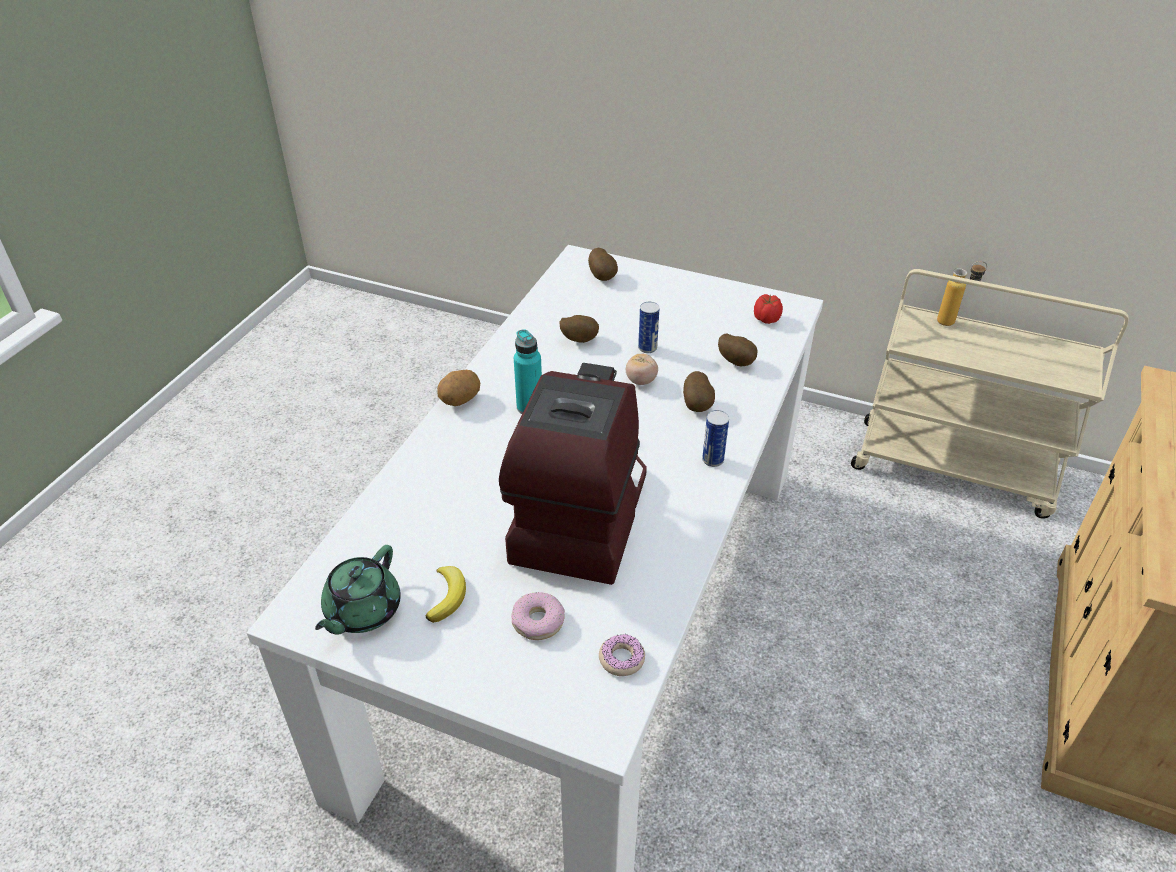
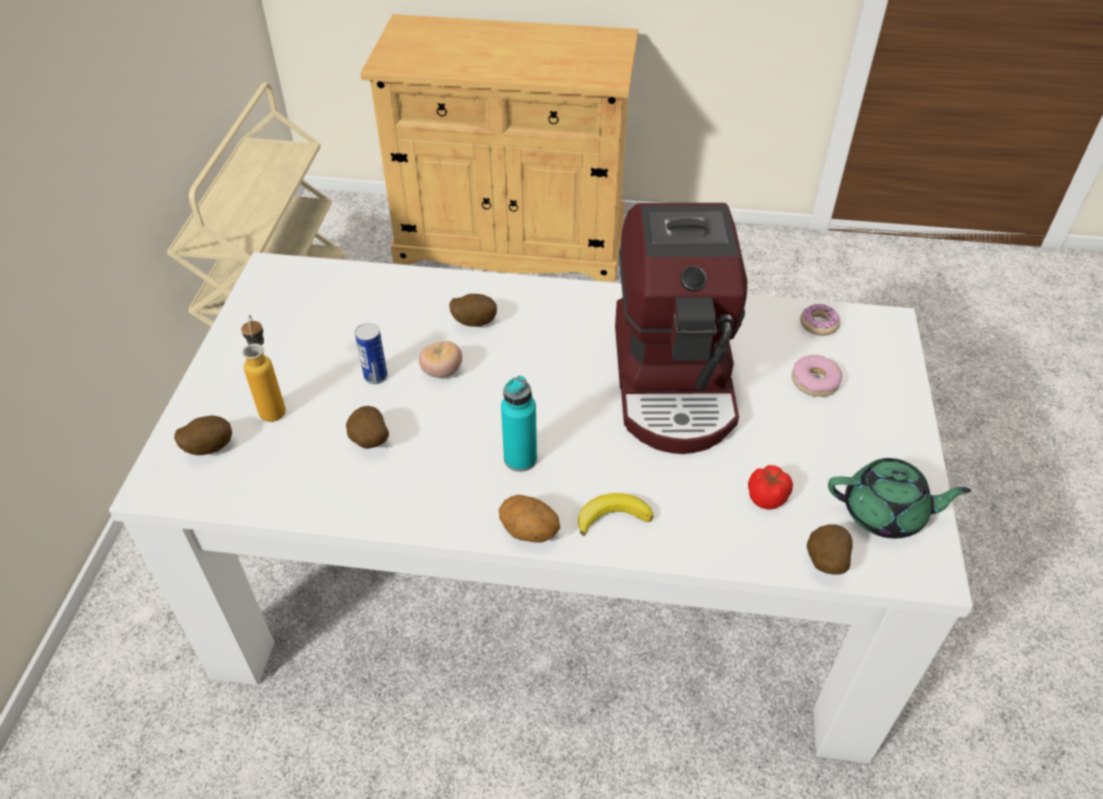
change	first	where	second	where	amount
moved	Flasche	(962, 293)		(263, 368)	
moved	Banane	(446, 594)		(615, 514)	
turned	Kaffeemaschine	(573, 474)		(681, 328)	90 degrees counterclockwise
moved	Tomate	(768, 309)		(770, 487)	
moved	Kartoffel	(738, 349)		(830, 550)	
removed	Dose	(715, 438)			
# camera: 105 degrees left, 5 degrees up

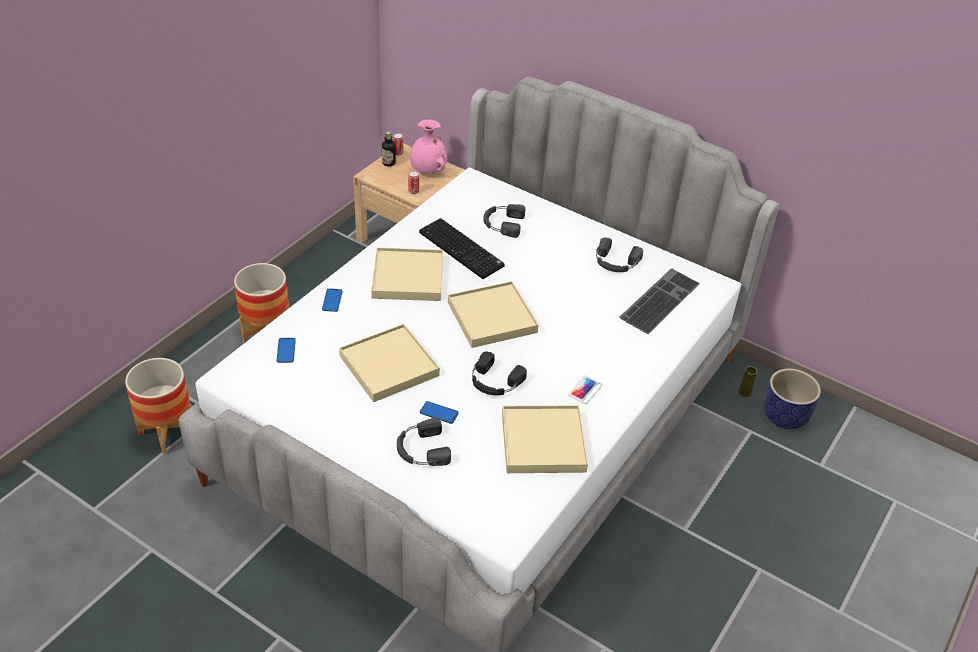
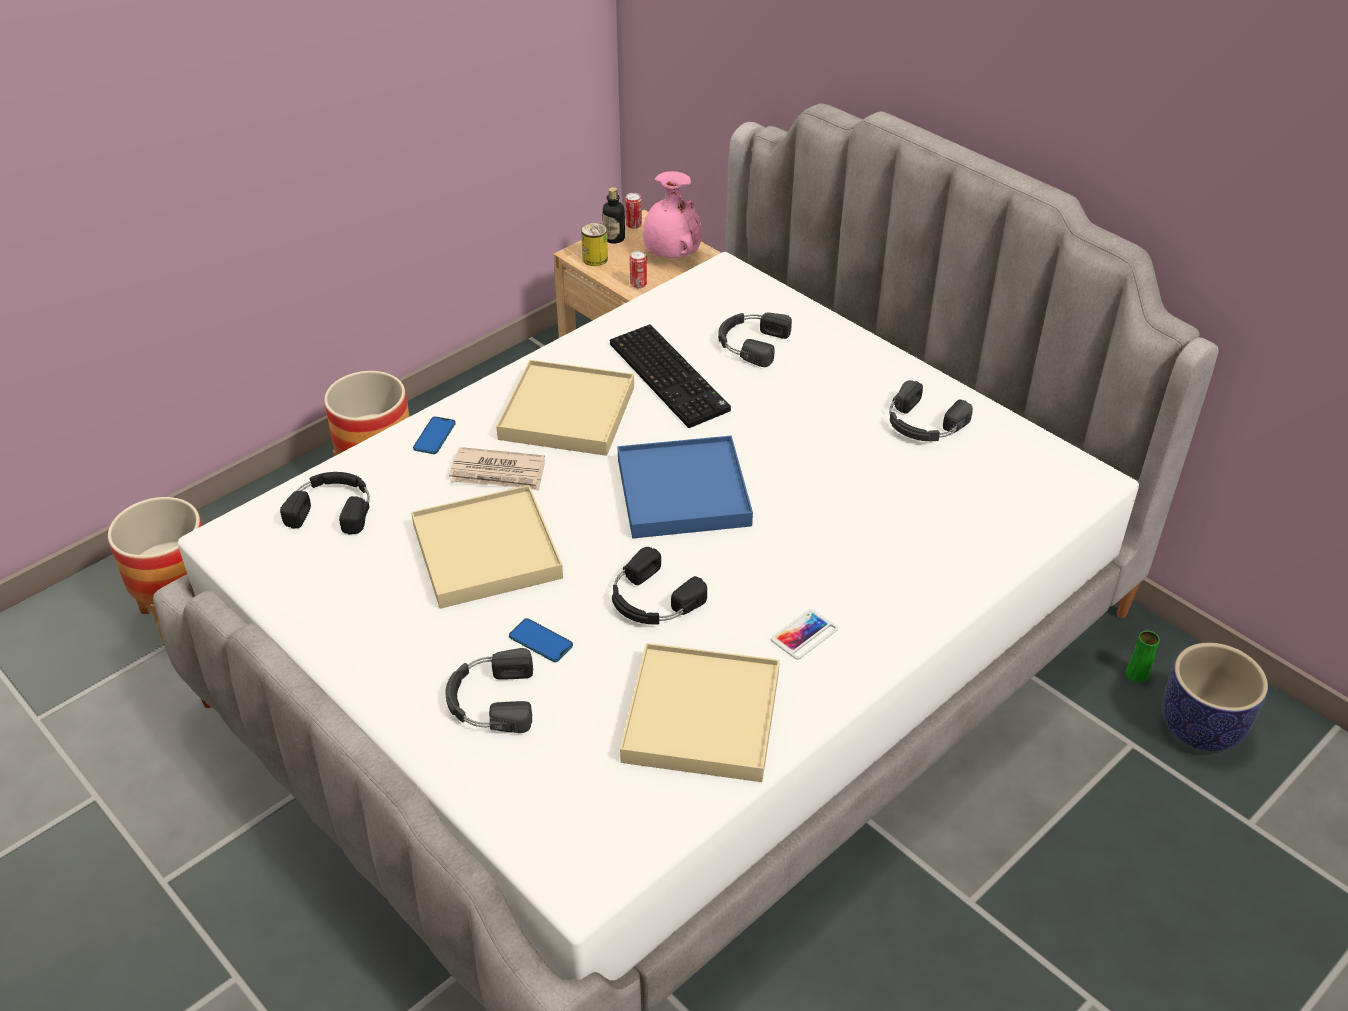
change	first	where	second	where	amount
replaced	Handy	(286, 350)	Kopfhörer [schwarz]	(325, 503)	
added			Zeitung	(497, 468)	
added			Dose	(594, 244)	
recoloured	Tablett [beige]	(493, 314)	Tablett [blau]	(685, 487)	
recoloured	Vase [gelb]	(747, 382)	Vase [grün]	(1143, 657)	
removed	Tastatur	(659, 301)			
# camera: 15 degrees right, 0 degrees up

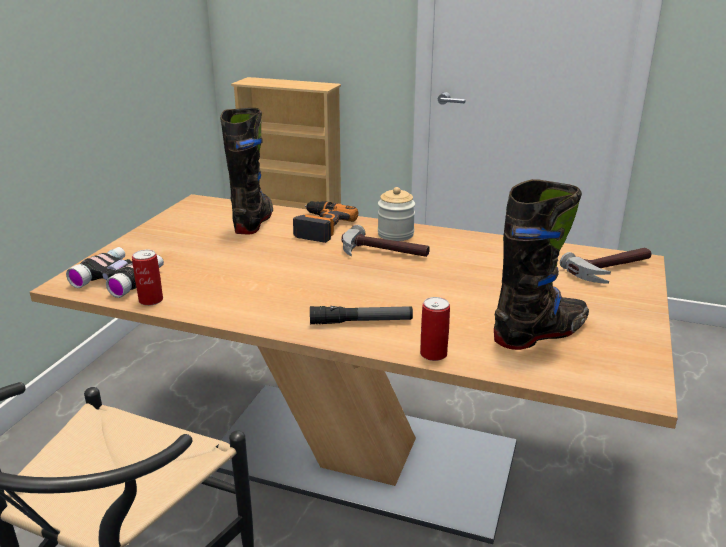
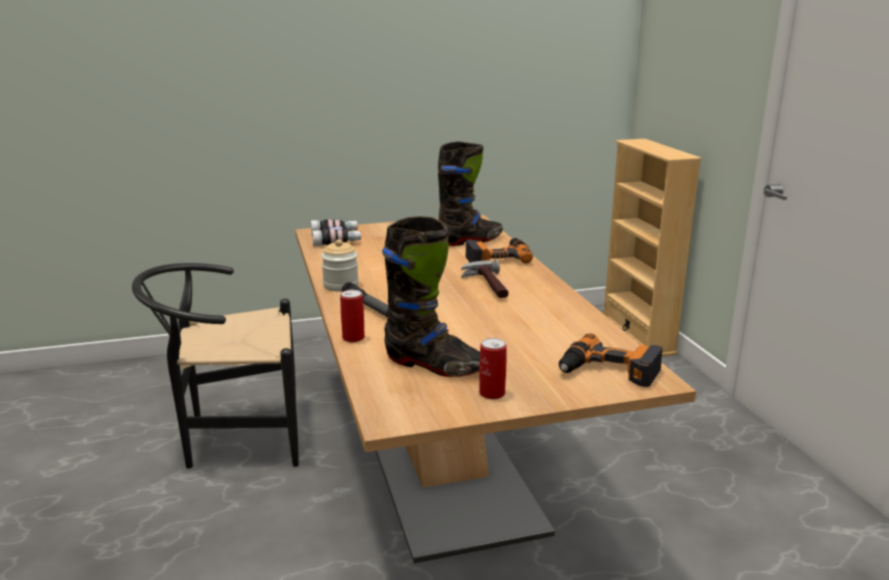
change	first	where	second	where	amount
moved	Vorratsglas	(396, 214)		(340, 265)	
moved	Dose	(147, 278)		(493, 368)	
replaced	Hammer	(605, 266)	Bohrmaschine	(610, 360)	
# camera: 55 degrees right, 5 degrees down

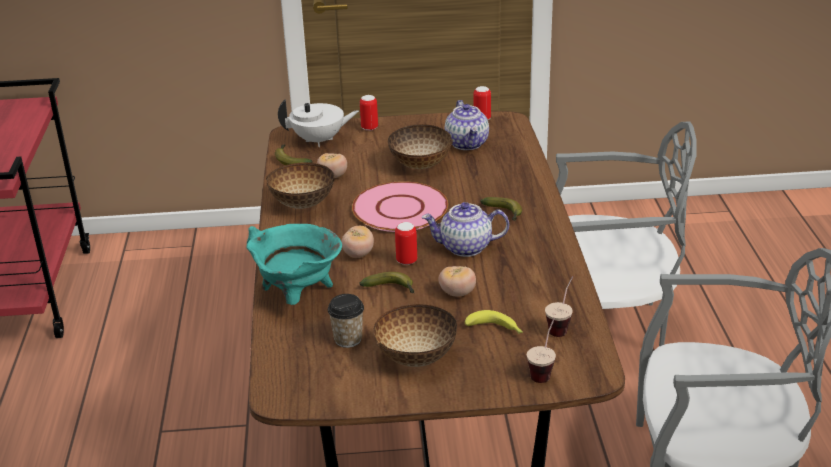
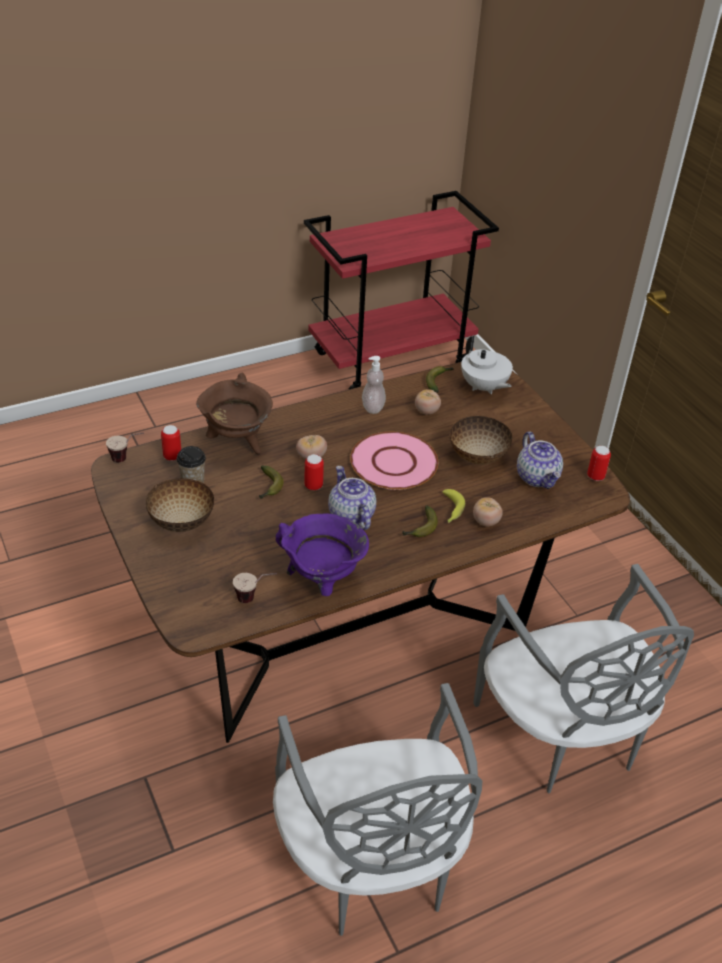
change	first	where	second	where	amount
moved	Tasse	(541, 350)		(125, 447)	
moved	Dose	(369, 113)		(171, 443)	
recoloured	Kochtopf [türkis]	(294, 264)	Kochtopf [braun]	(234, 413)	
added			Kochtopf [lila]	(322, 554)	
replaced	Schüssel	(300, 185)	Seifenspender	(374, 385)	
moved	Banane	(494, 322)		(453, 506)	
moved	Tomate	(457, 281)		(488, 512)	
turned	Teekanne	(467, 125)		(540, 460)	75 degrees counterclockwise
# camera: 65 degrees right, 10 degrees up

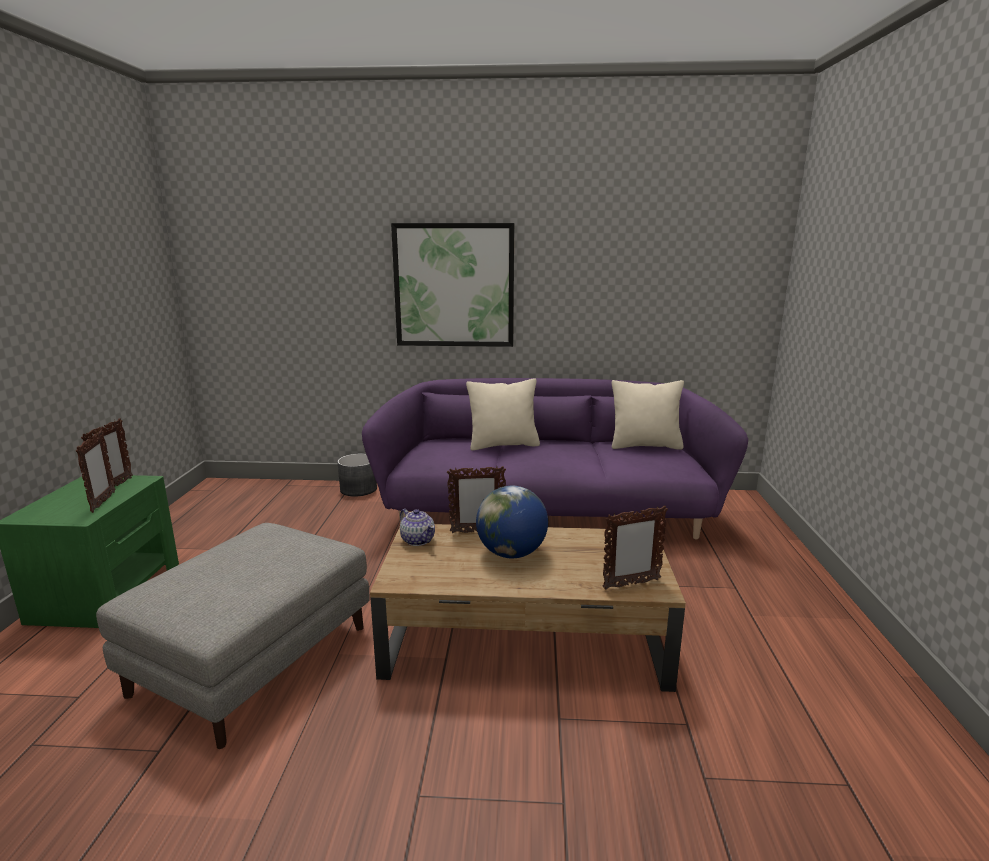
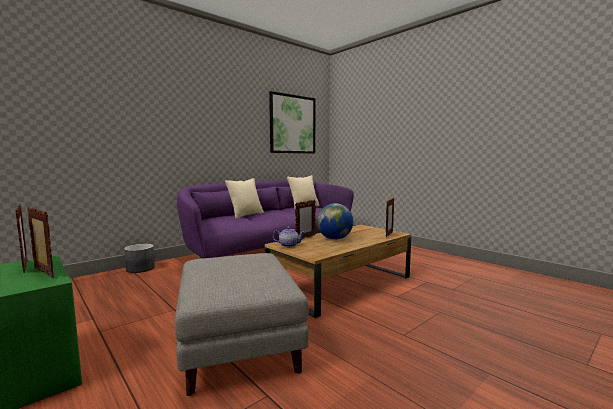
change	first	where	second	where	amount
moved	Bild	(452, 285)		(292, 122)	
# camera: 45 degrees left, 10 degrees down

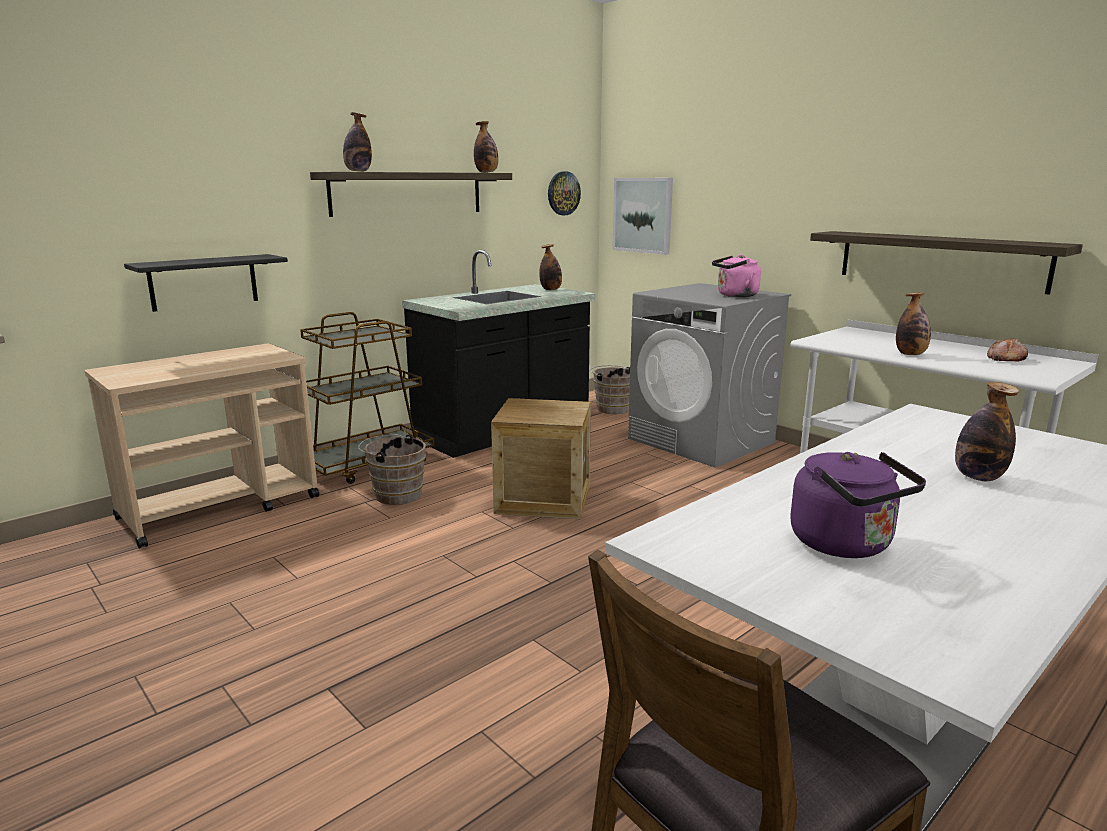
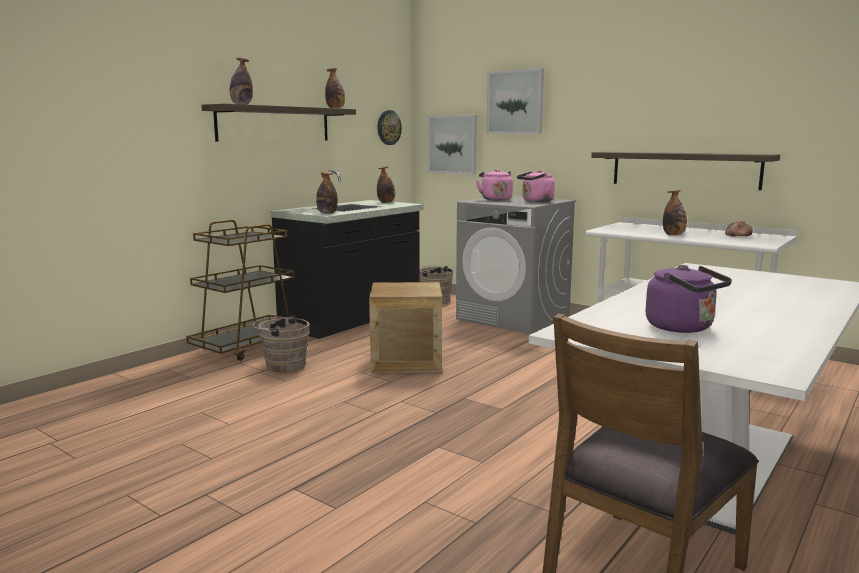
change	first	where	second	where	amount
moved	Flasche	(987, 431)		(327, 192)	
added			Wasserkessel [rosa]	(494, 185)	
added			Bild	(515, 101)	
removed	Rollwagen [beige]	(201, 446)			
removed	Wandregal [schwarz]	(206, 283)			
# camera: 10 degrees left, 5 degrees down

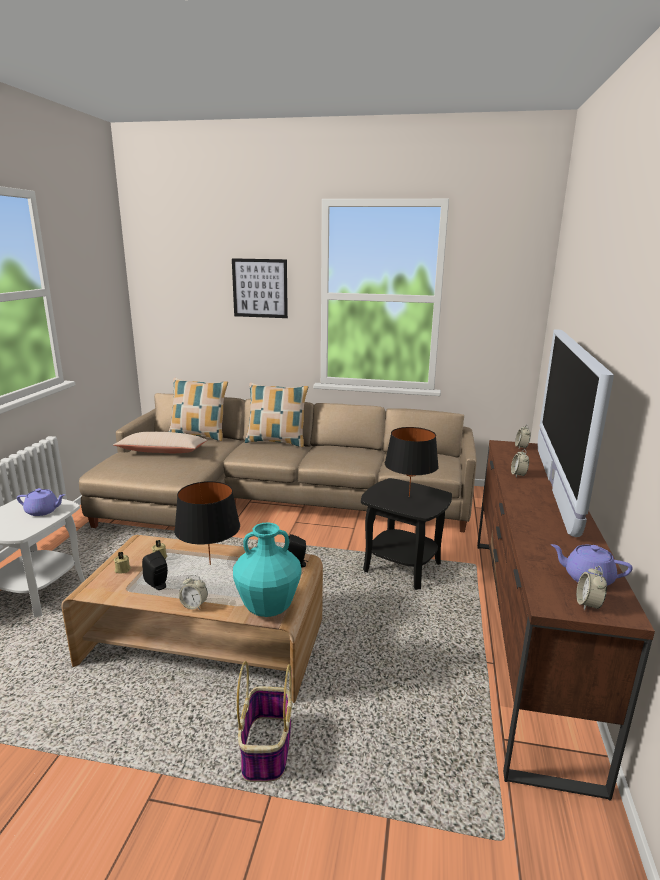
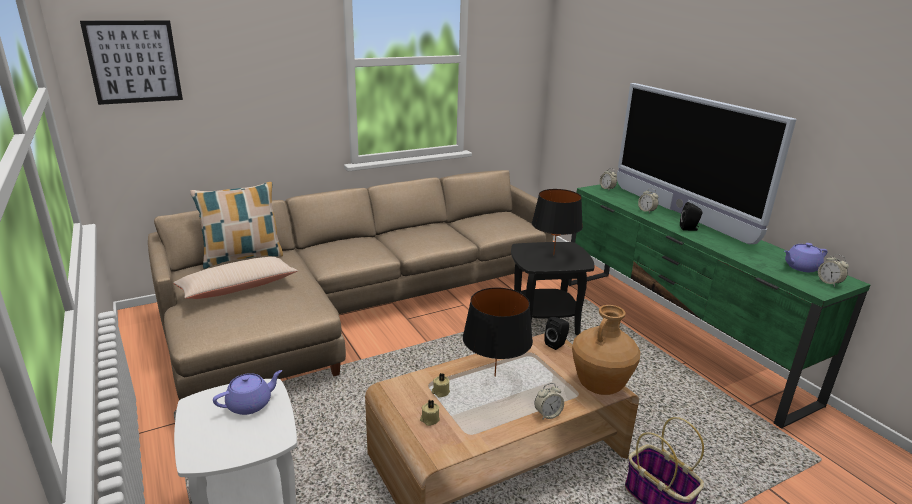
change	first	where	second	where	amount
moved	Bild	(260, 288)		(131, 62)	
recoloured	Fernsehschrank [braun]	(566, 620)	Fernsehschrank [grün]	(719, 305)	
recoloured	Vase [türkis]	(267, 569)	Vase [braun]	(606, 350)	
moved	Lautsprecher [schwarz]	(155, 570)		(691, 216)	
removed	Kissen	(276, 415)			
# camera: 40 degrees left, 5 degrees up

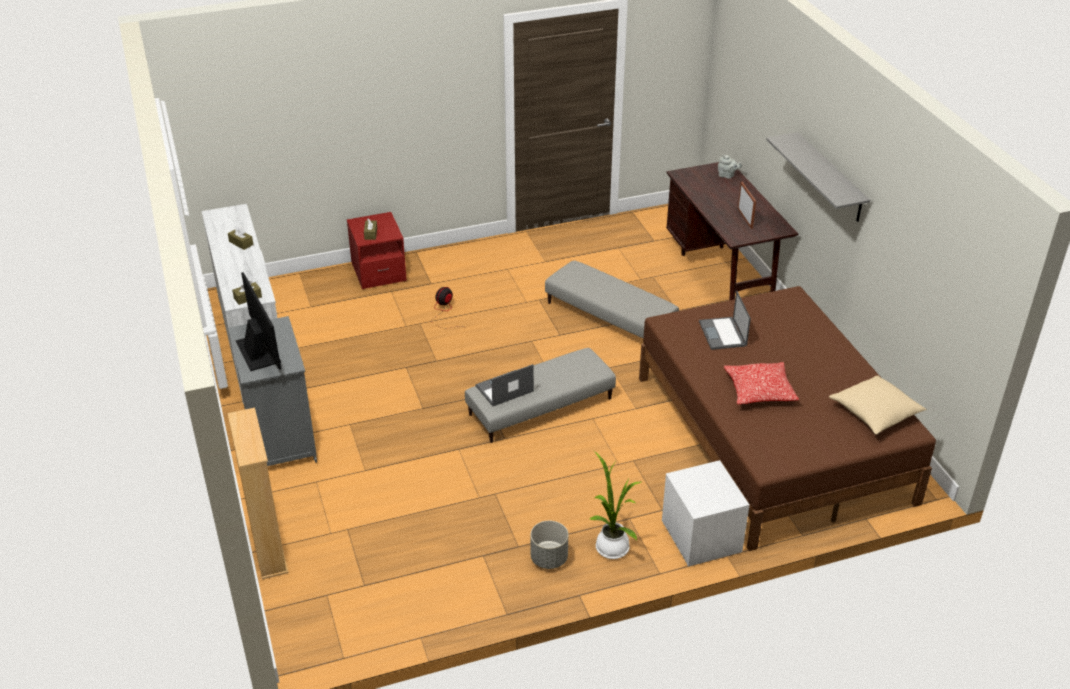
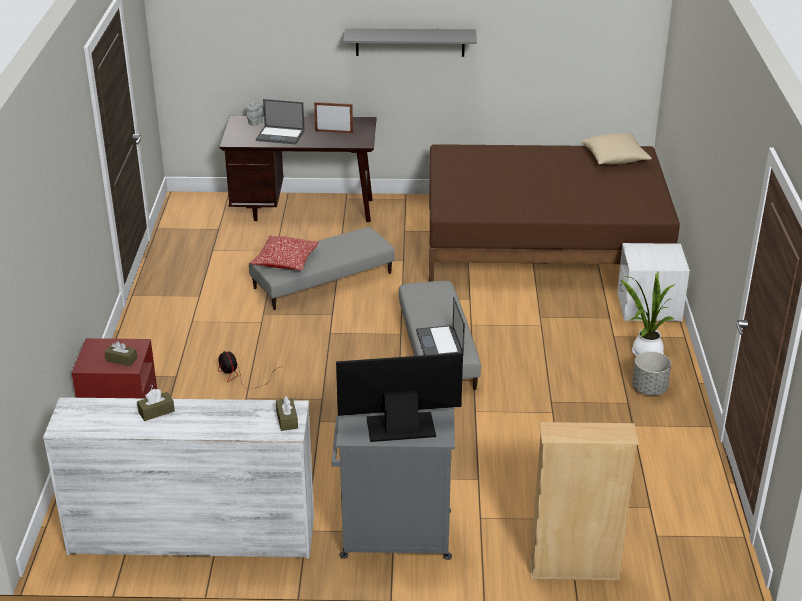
change	first	where	second	where	amount
moved	Kissen	(761, 383)		(284, 253)	
moved	Laptop	(725, 320)		(280, 121)	
# camera: 70 degrees left, 5 degrees down

